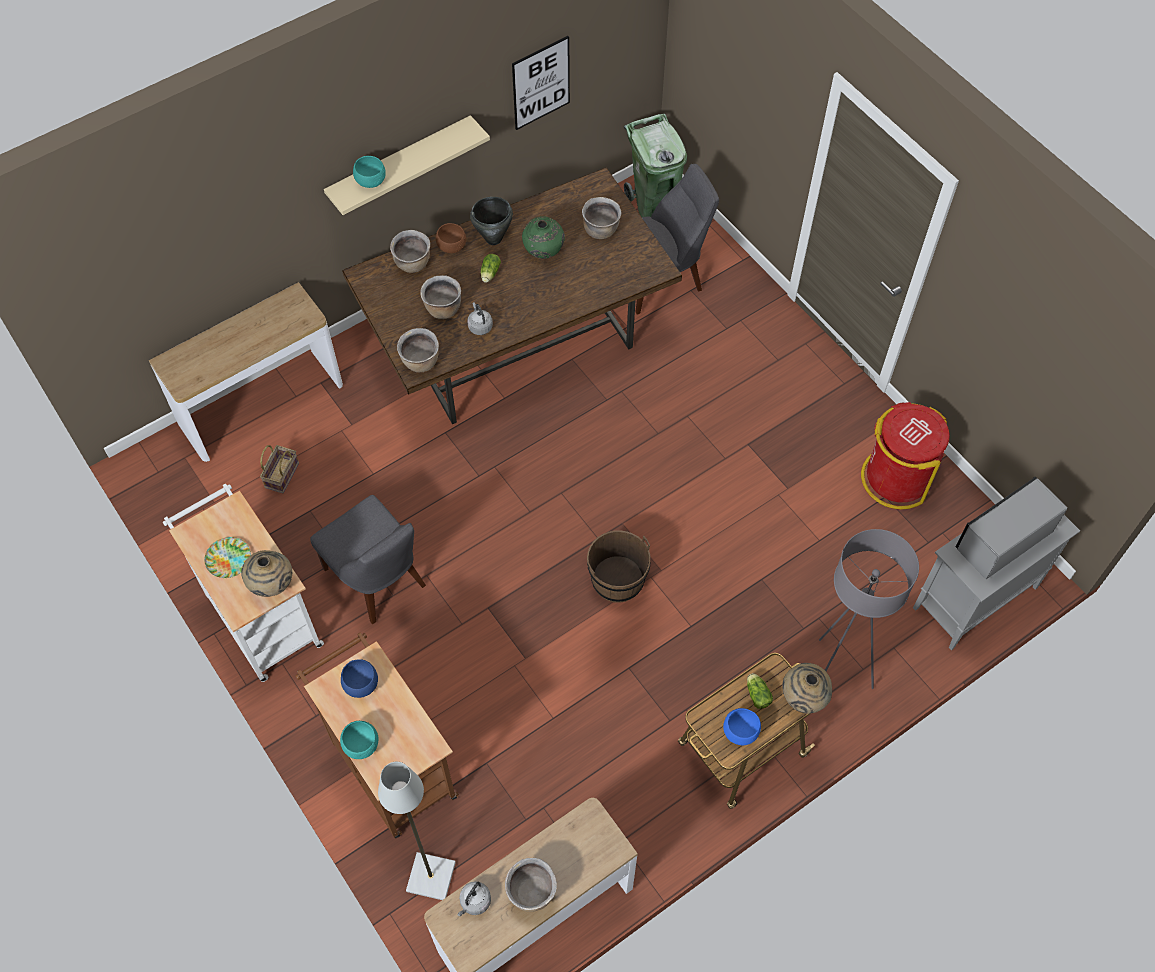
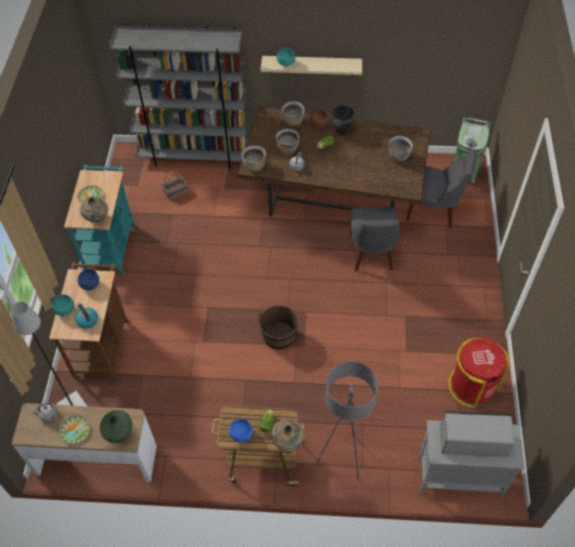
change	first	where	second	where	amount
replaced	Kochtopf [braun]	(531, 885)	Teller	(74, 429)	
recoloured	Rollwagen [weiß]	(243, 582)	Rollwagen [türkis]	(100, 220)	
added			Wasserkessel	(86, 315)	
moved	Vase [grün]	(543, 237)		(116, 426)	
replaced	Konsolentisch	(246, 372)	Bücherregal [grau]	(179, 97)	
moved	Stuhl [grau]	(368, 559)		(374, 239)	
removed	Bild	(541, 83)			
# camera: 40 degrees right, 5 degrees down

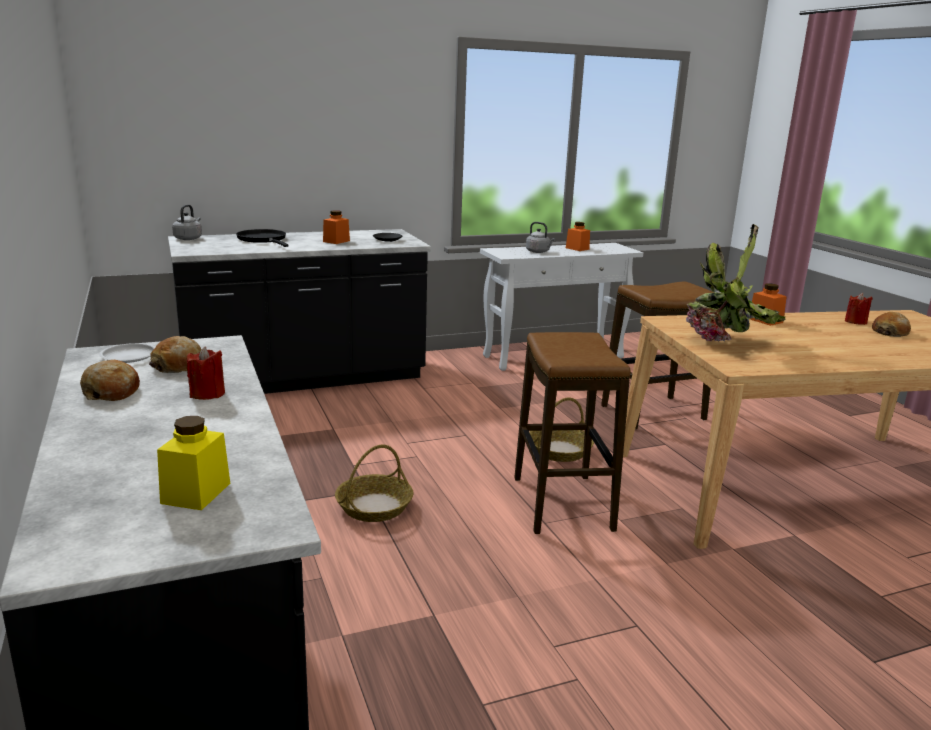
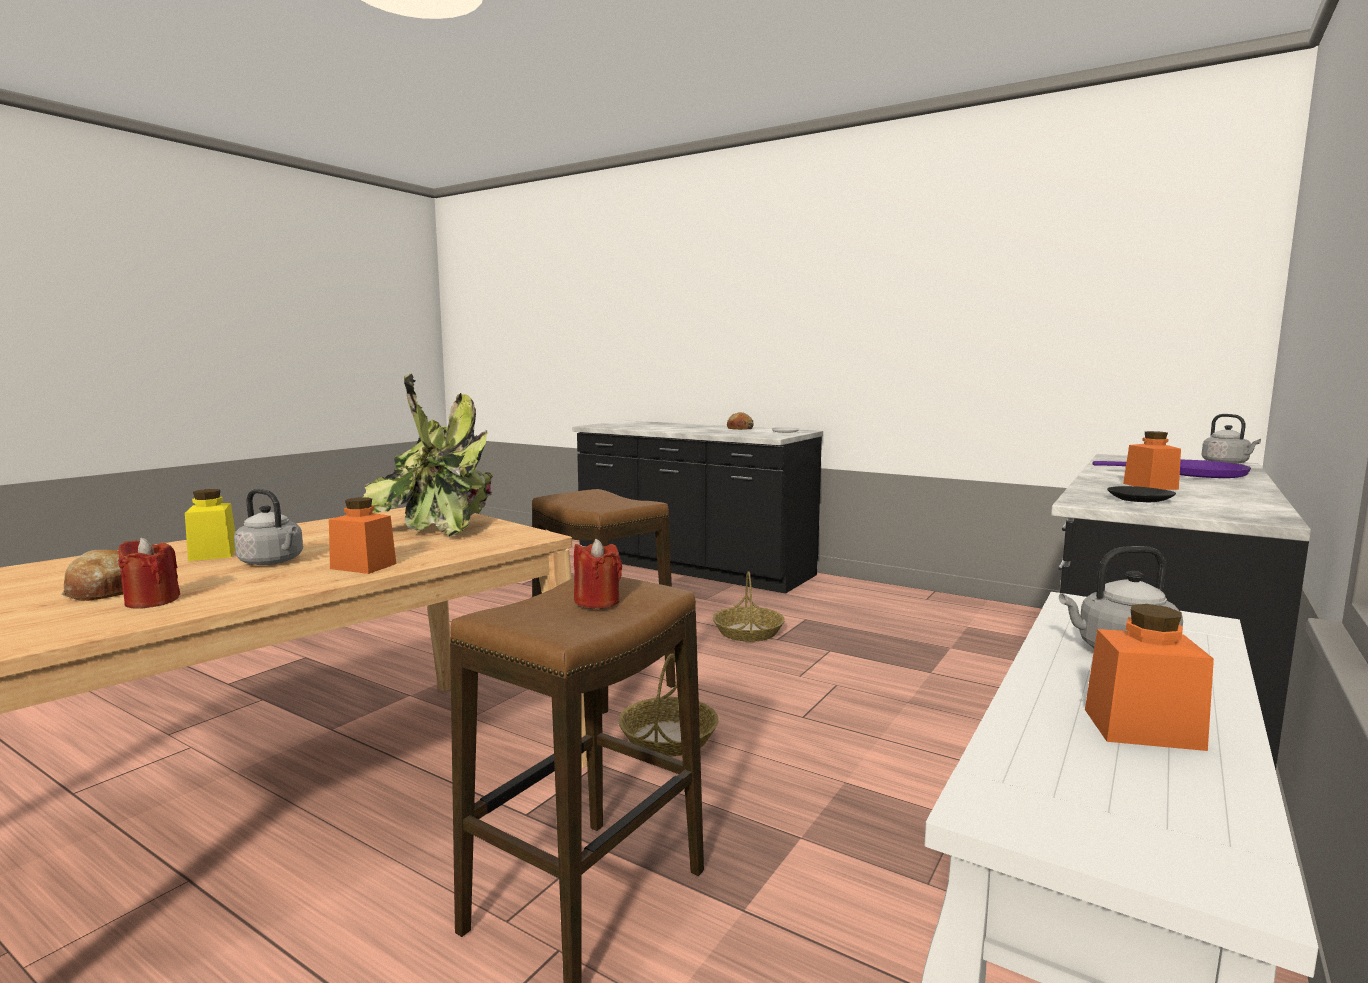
change	first	where	second	where	amount
moved	Vorratsglas [gelb]	(193, 463)		(210, 525)	
added			Wasserkessel [grau]	(268, 527)	
moved	Kerze [rot]	(206, 373)		(598, 574)	
recoloured	Pfanne [schwarz]	(262, 238)	Pfanne [lila]	(1172, 469)	
removed	Brot	(175, 354)			
# camera: 145 degrees right, 10 degrees down

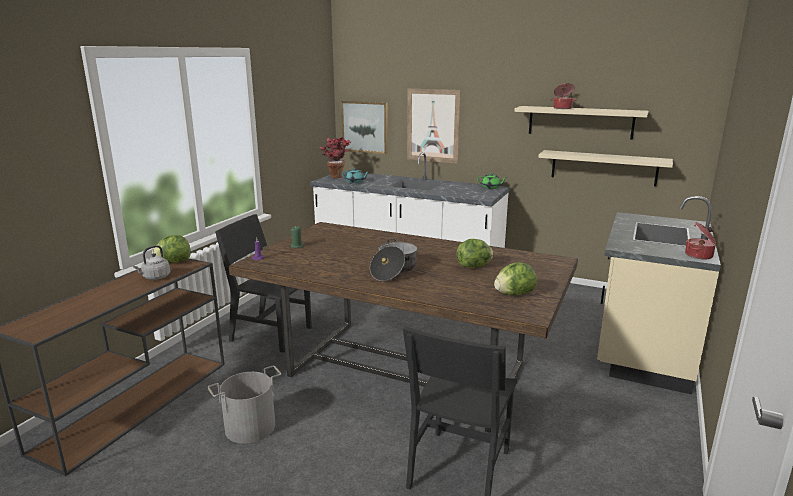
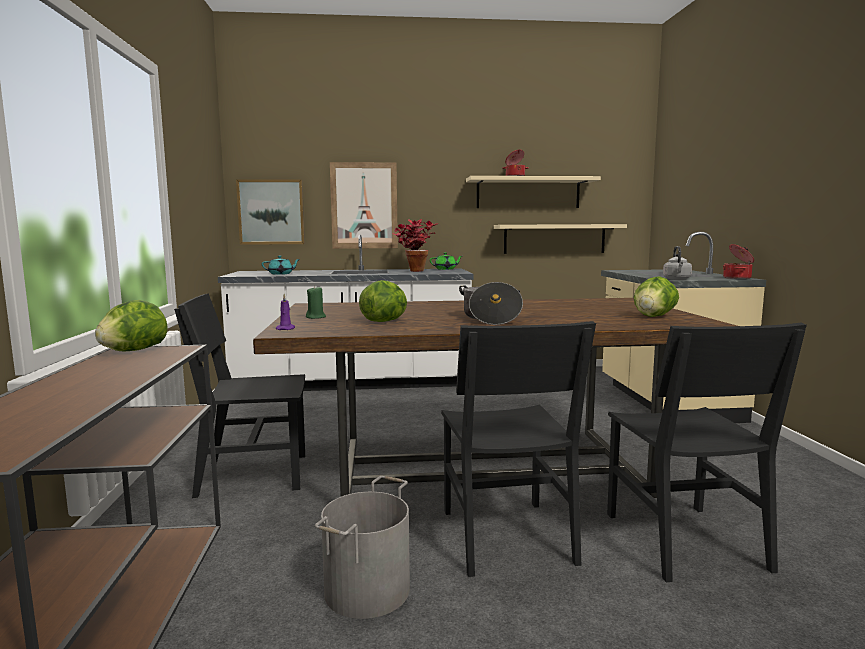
change	first	where	second	where	amount
moved	Salatkopf	(474, 253)		(383, 301)	
moved	Topfpflanze	(335, 158)		(415, 245)	
added			Stuhl [schwarz]	(518, 449)	
moved	Wasserkessel [grau]	(151, 262)		(677, 263)	
# camera: 30 degrees left, 10 degrees down

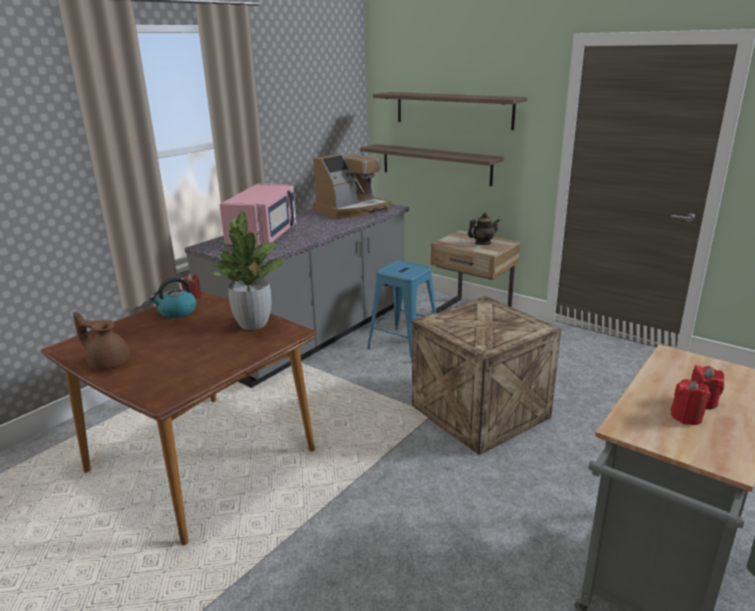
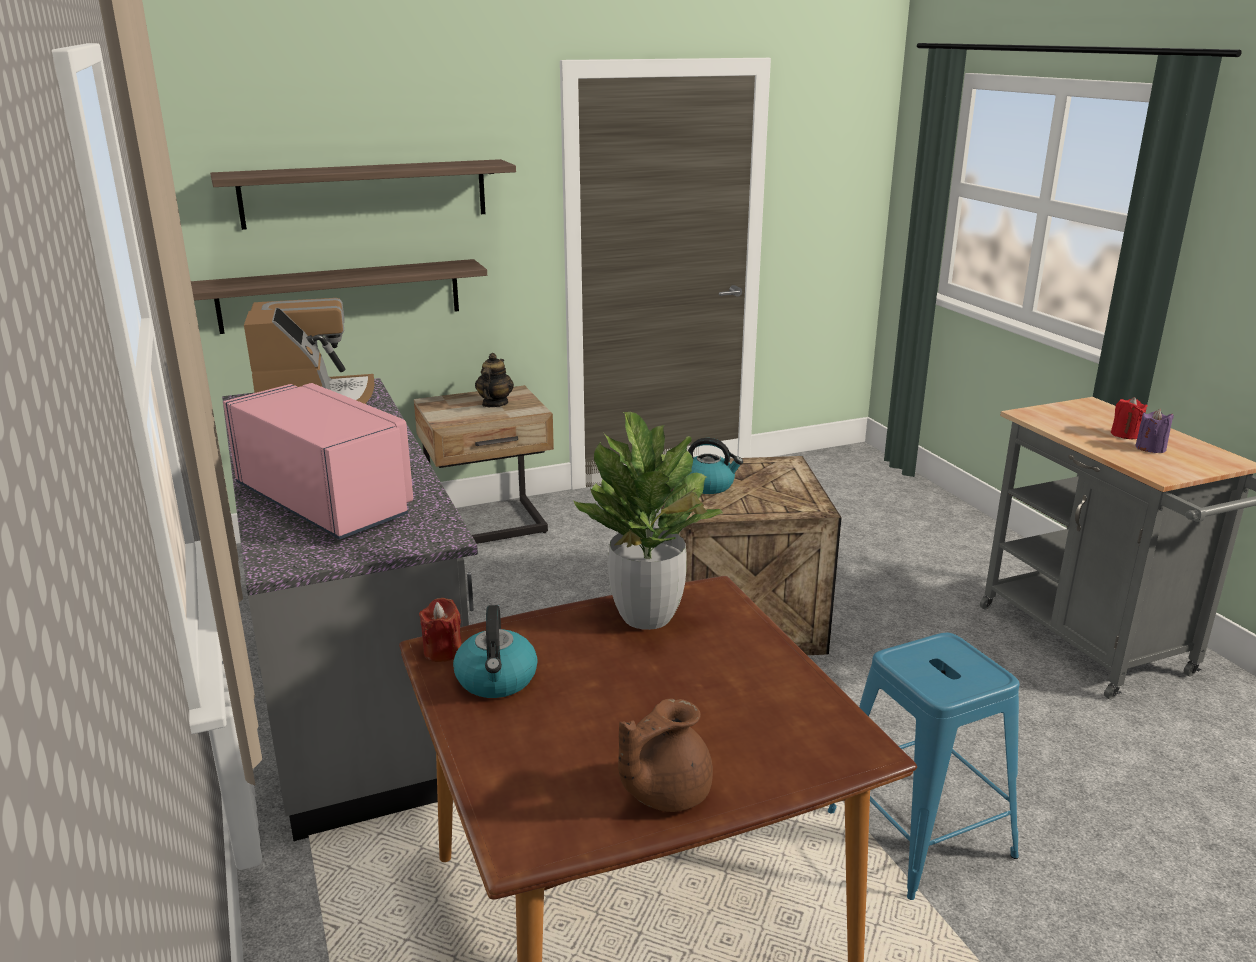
change	first	where	second	where	amount
added			Wasserkessel	(715, 466)	
moved	Hocker [blau]	(401, 311)		(924, 766)	
recoloured	Kerze [rot]	(690, 402)	Kerze [lila]	(1154, 431)	
# camera: 60 degrees left, 0 degrees up

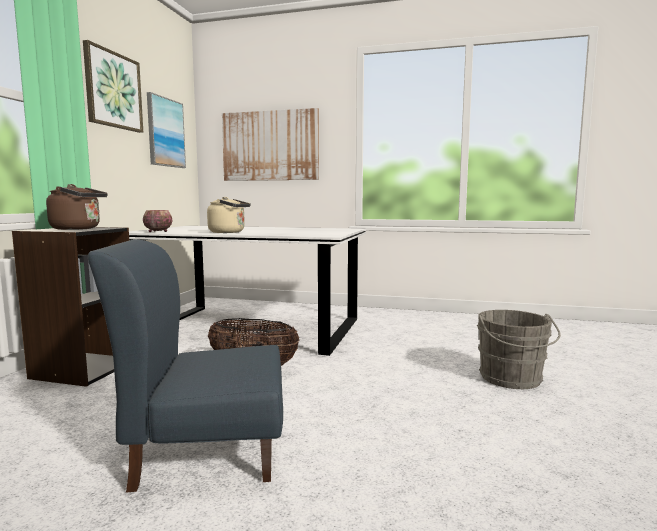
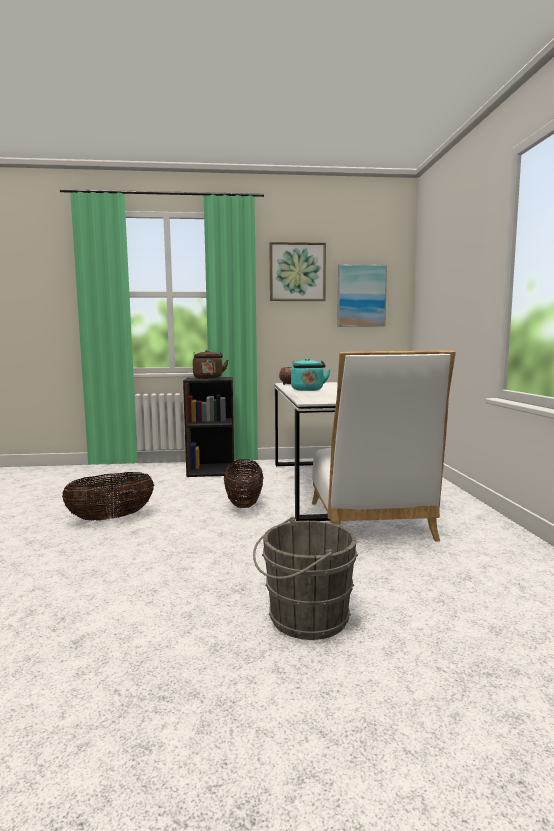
change	first	where	second	where	amount
replaced	Stuhl [blau]	(185, 366)	Korb	(108, 496)	
recoloured	Wasserkessel [beige]	(229, 215)	Wasserkessel [türkis]	(311, 374)	
added			Stuhl [weiß]	(384, 446)	
removed	Bild	(270, 144)			
# camera: 70 degrees right, 0 degrees up

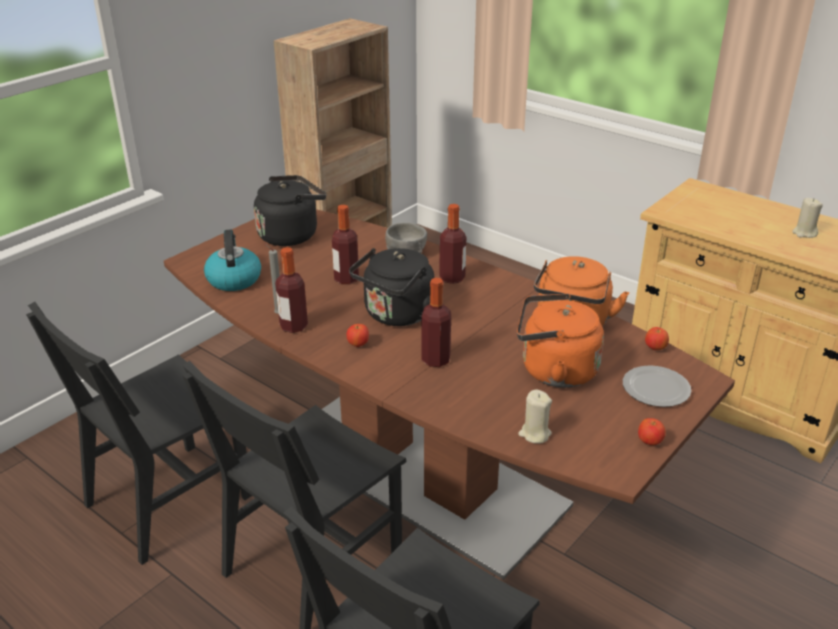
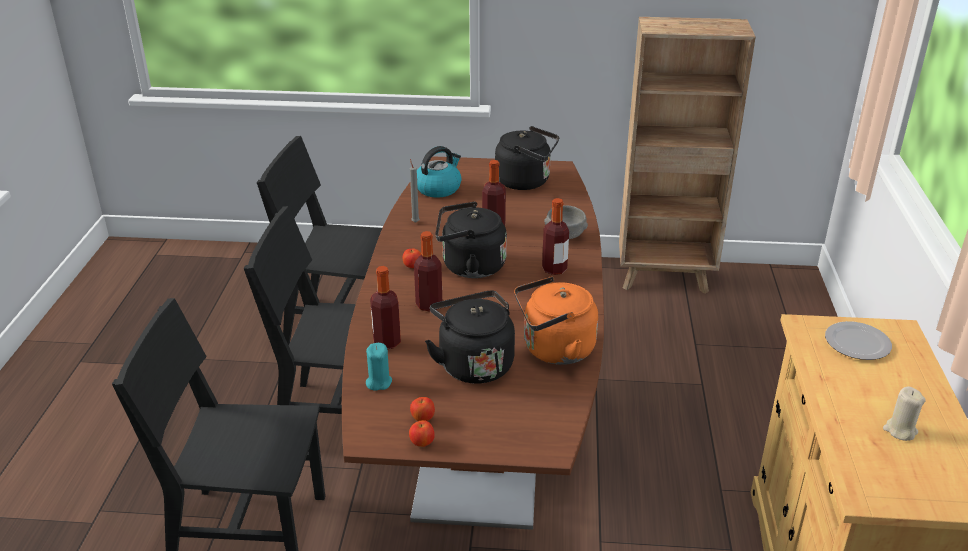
change	first	where	second	where	amount
recoloured	Kerze [beige]	(535, 417)	Kerze [türkis]	(379, 367)	
moved	Flasche	(291, 290)		(385, 307)	
moved	Apfel	(657, 338)		(422, 409)	
recoloured	Wasserkessel [orange]	(560, 340)	Wasserkessel [schwarz]	(470, 337)	
moved	Teller	(657, 386)		(858, 340)	
# camera: 55 degrees right, 0 degrees up

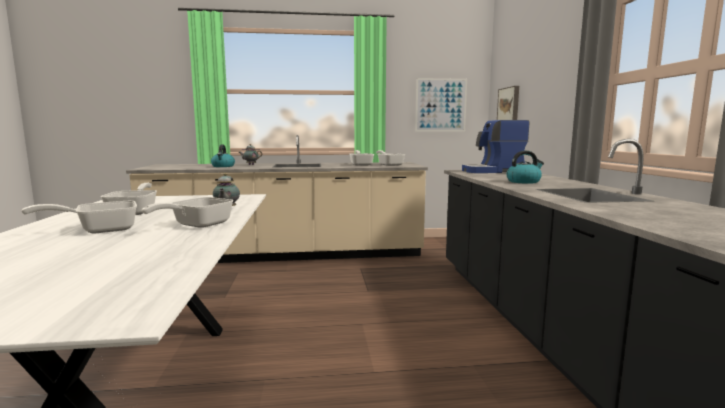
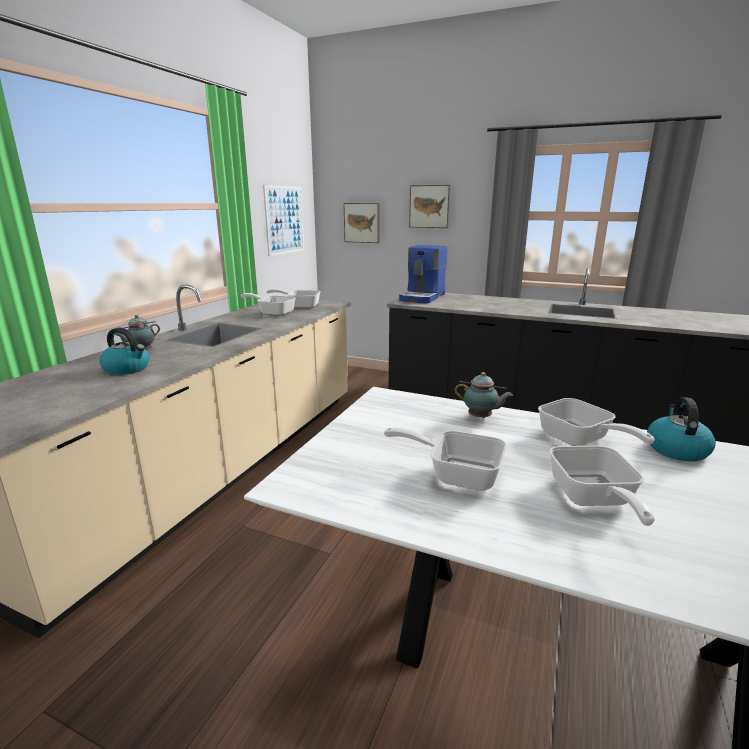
change	first	where	second	where	amount
added			Bild	(430, 206)	
moved	Wasserkessel	(525, 167)		(681, 429)	
# camera: 60 degrees left, 10 degrees up

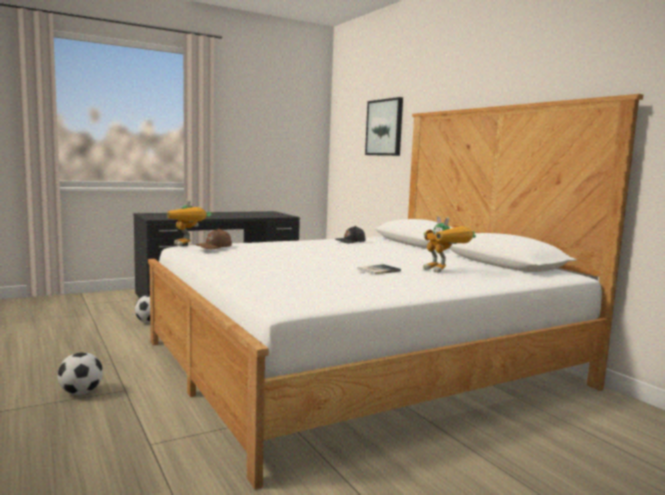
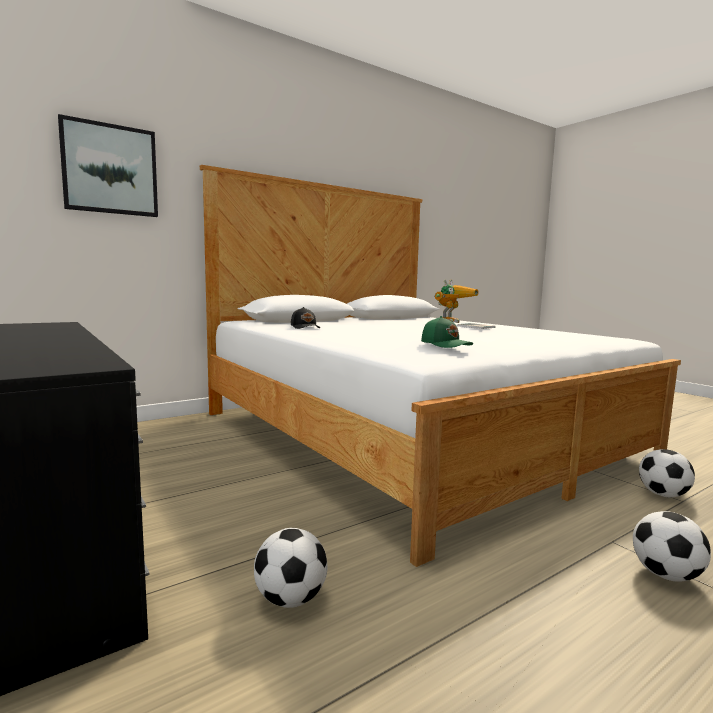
change	first	where	second	where	amount
recoloured	Kappe [braun]	(213, 238)	Kappe [grün]	(447, 332)	
added			Fußball	(667, 473)	
removed	Spielzeugroboter	(189, 222)			
# camera: 95 degrees left, 0 degrees up

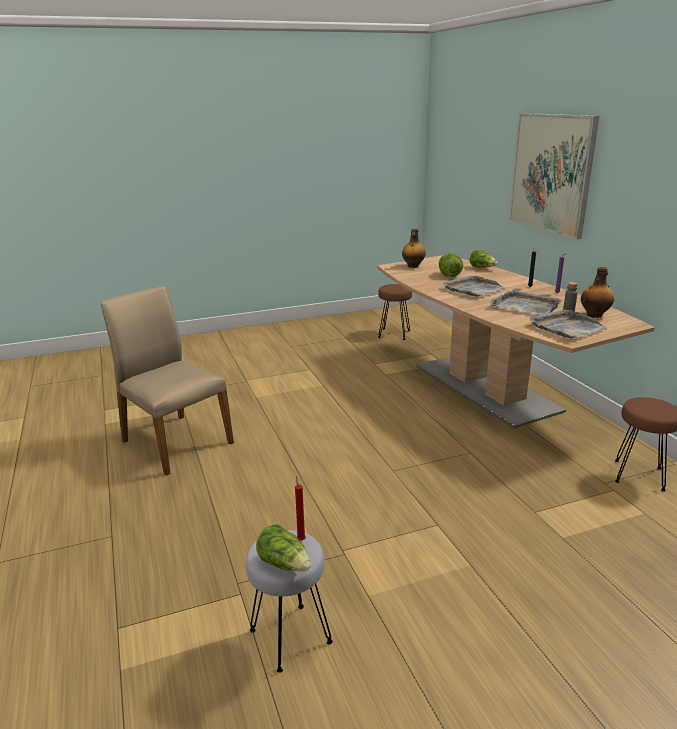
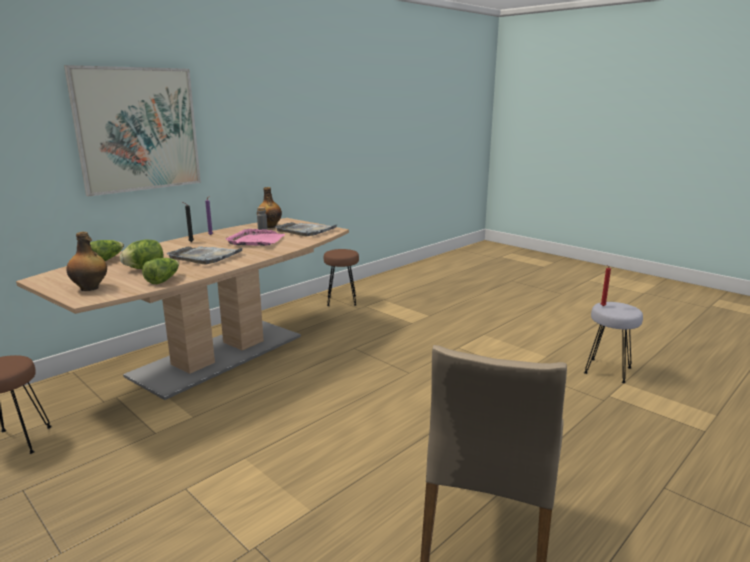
change	first	where	second	where	amount
moved	Salatkopf	(283, 548)		(160, 271)	
recoloured	Tablett [grau]	(526, 302)	Tablett [rosa]	(255, 237)	
# camera: 115 degrees left, 5 degrees down

